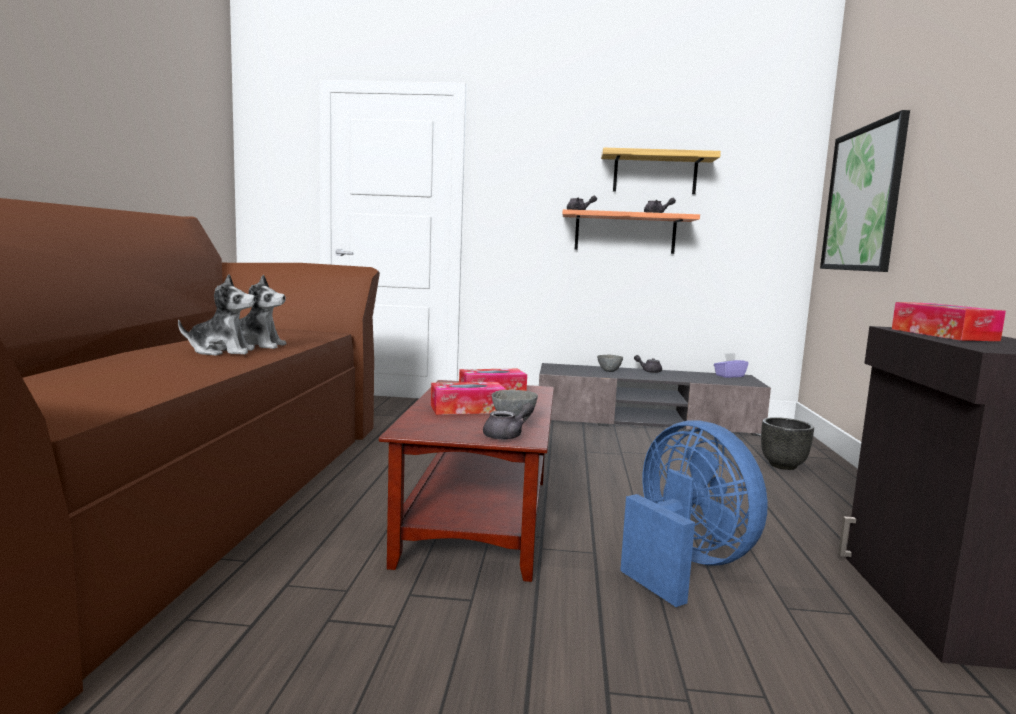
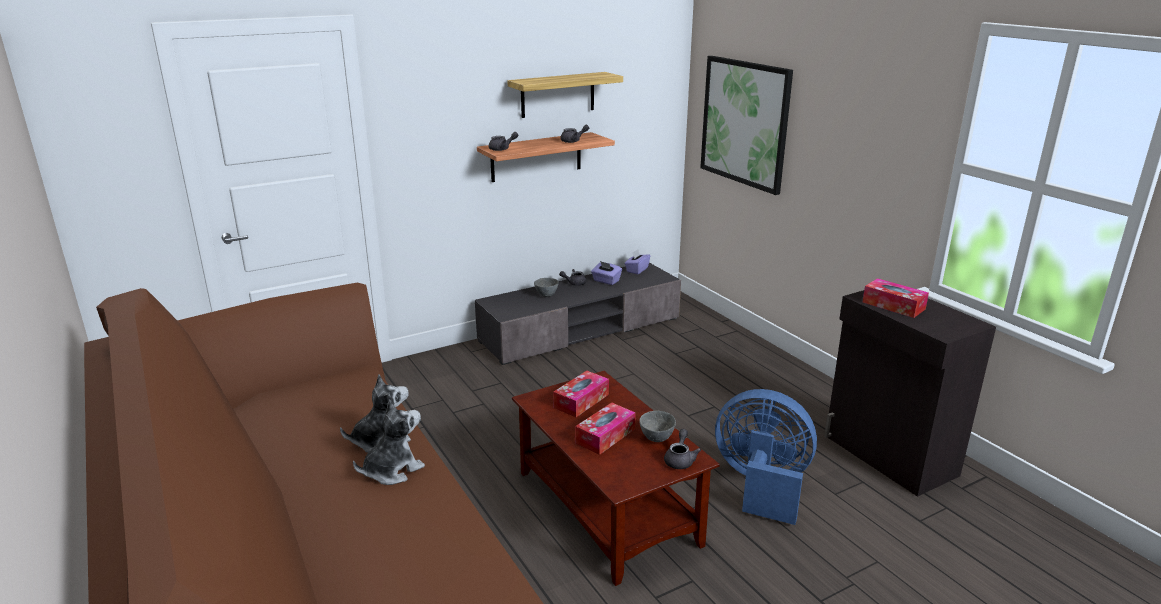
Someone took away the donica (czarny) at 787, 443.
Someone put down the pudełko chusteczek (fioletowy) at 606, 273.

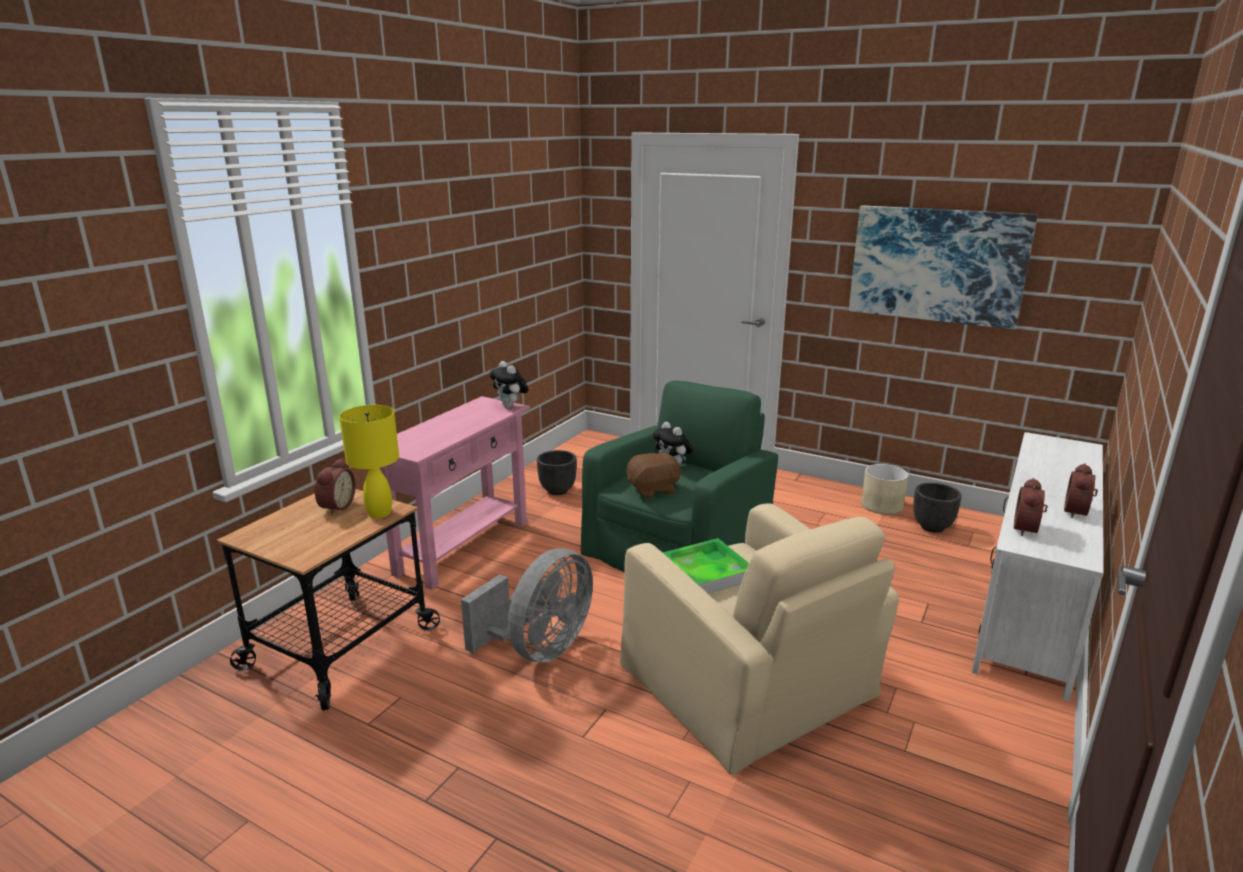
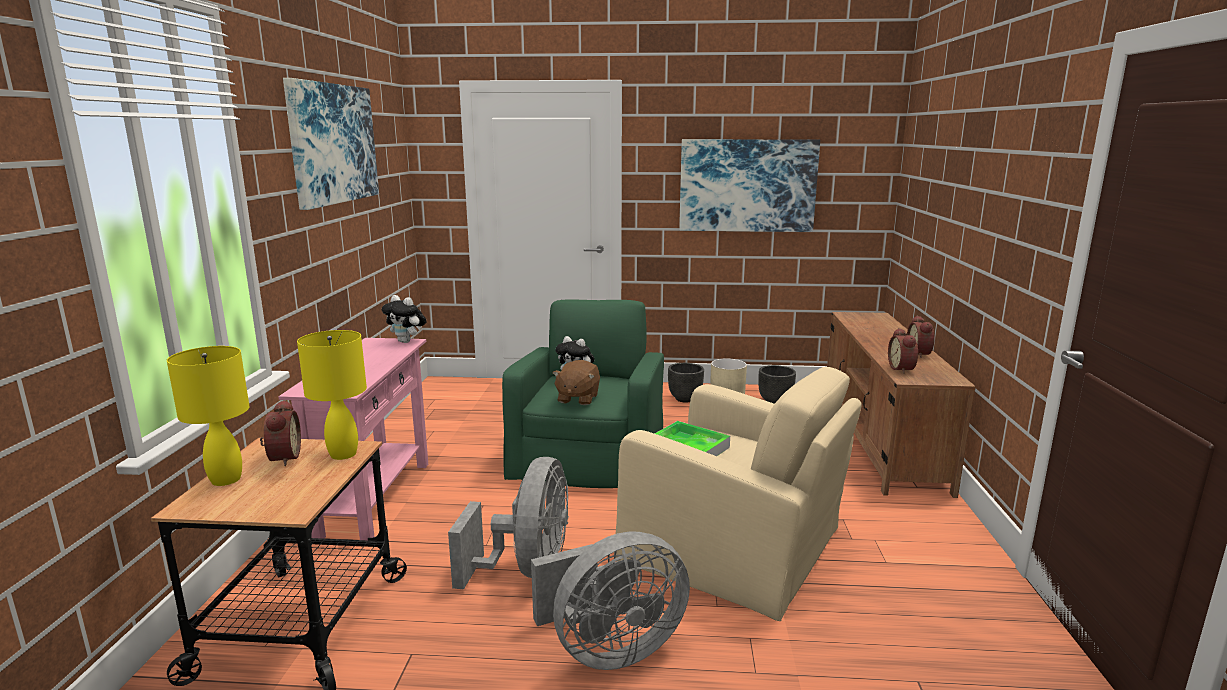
Someone repainted the szafka pod telewizor (biały) at 1038, 567, which became the szafka pod telewizor (brązowy) at 901, 405.
Someone carried the donica (czarny) from 557, 472 to 686, 383.
Someone rotated the pluszak (brązowy) at 654, 474 by 150 degrees clockwise.
Someone put up the obraz at 331, 144.
Someone put down the lampa stołowa (żółty) at 208, 416.
Someone put down the wentylator (szary) at 610, 601.

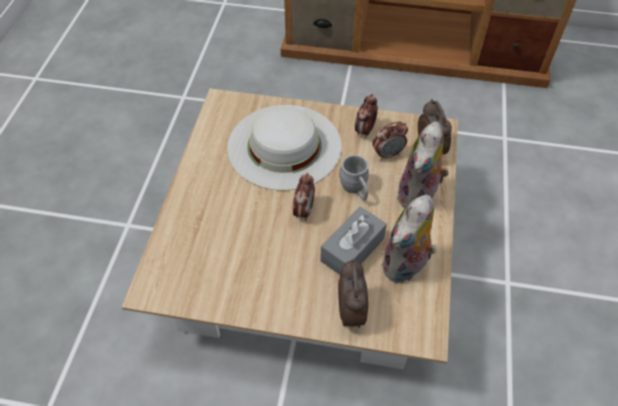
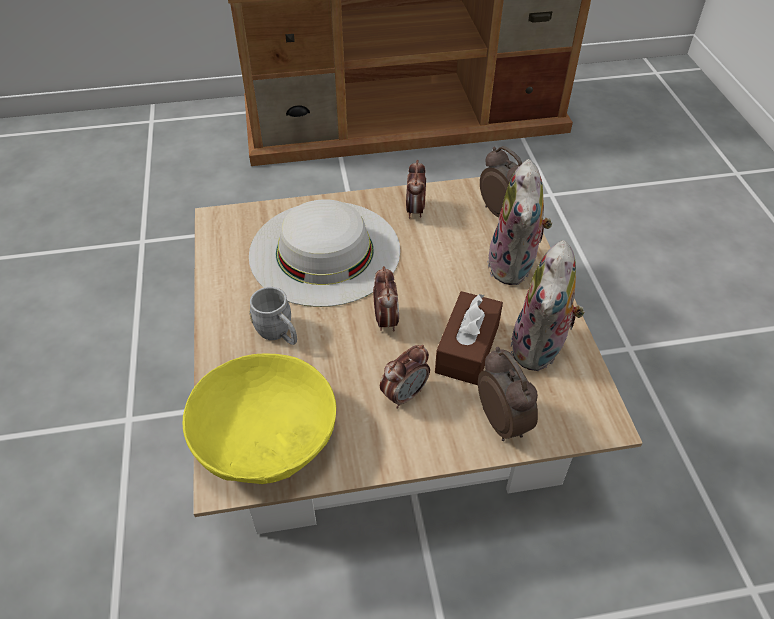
Someone carried the budzik from 390, 141 to 405, 376.
Someone carried the kubek (szary) from 354, 178 to 273, 316.
Someone repainted the pudełko chusteczek (szary) at 353, 241, which became the pudełko chusteczek (brązowy) at 469, 338.
Someone put down the miska (żółty) at 259, 418.

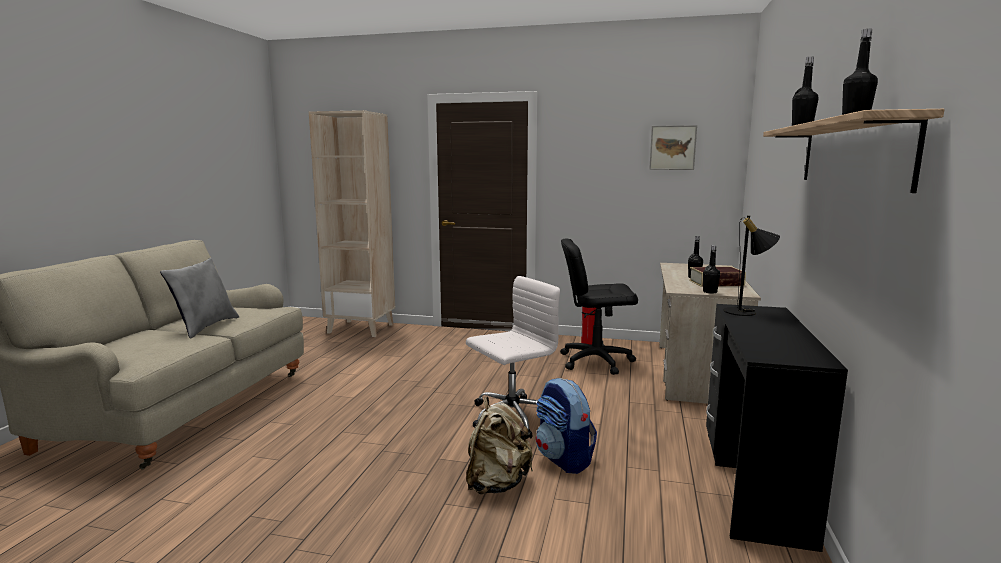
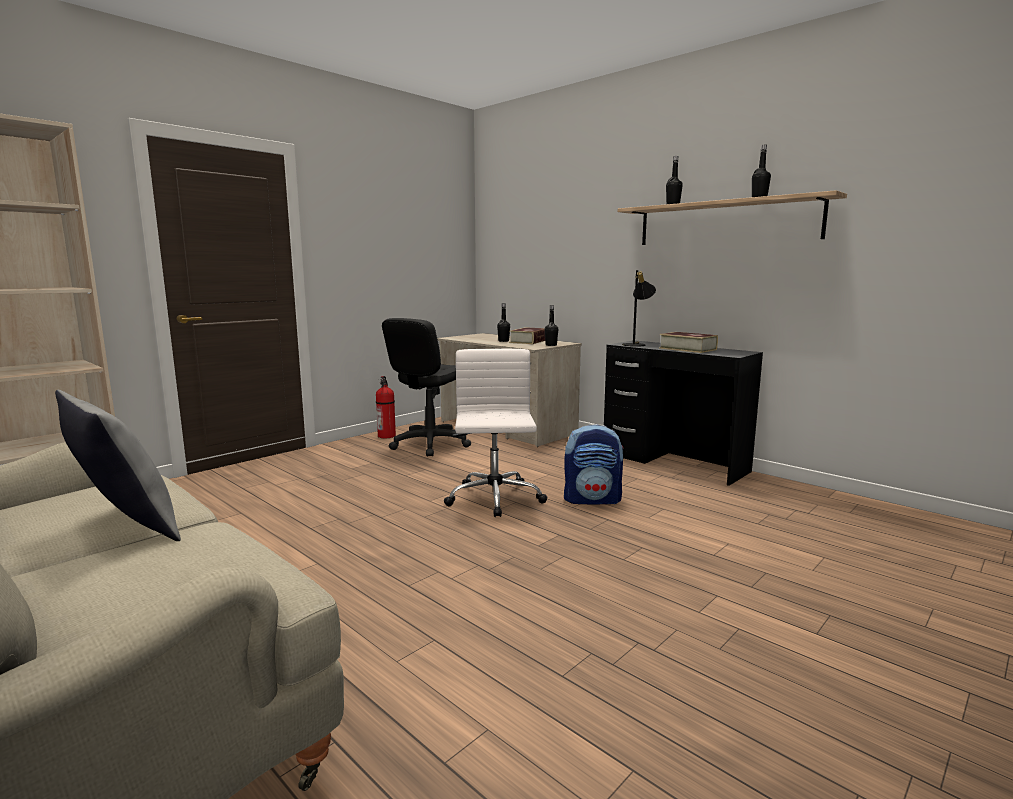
Someone took away the obraz at 673, 147.
Someone took away the plecak (beżowy) at 499, 445.
Someone put down the książka at 688, 342.

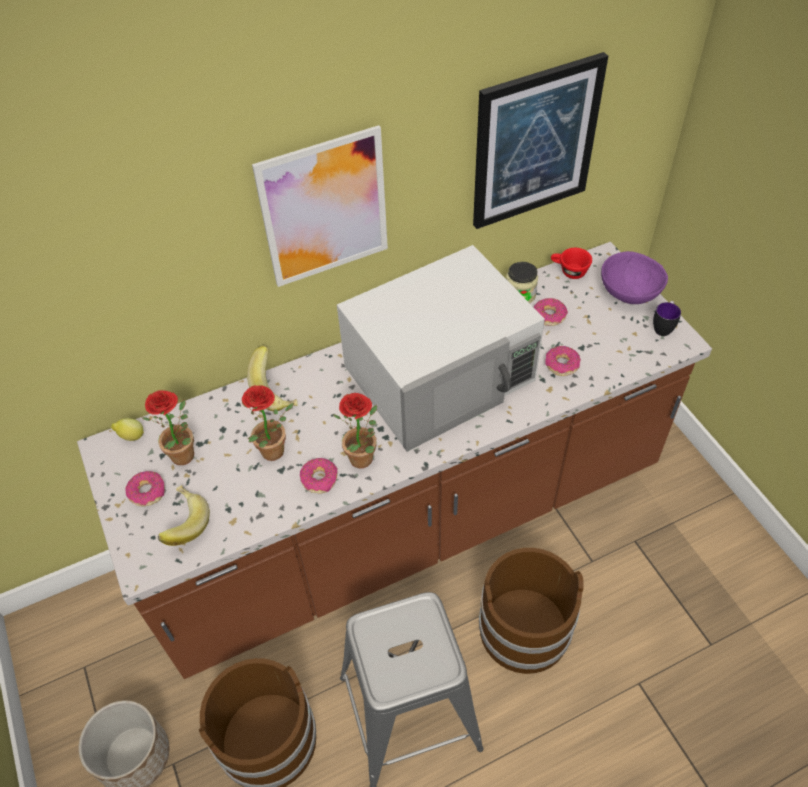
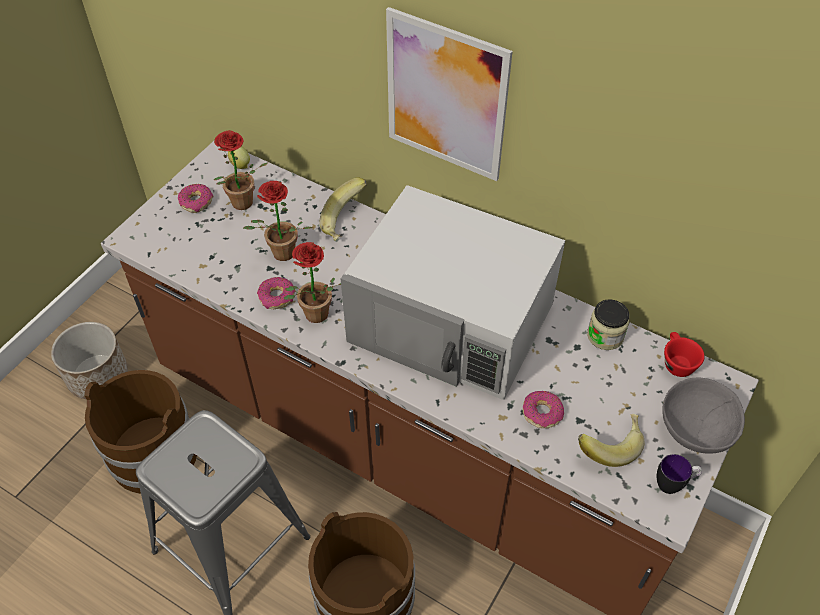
Someone took away the obraz at 540, 140.
Someone repainted the miska (fioletowy) at 634, 277, which became the miska (szary) at 703, 416.
Someone took away the donut at 551, 312.
Someone carried the banan from 184, 515 to 611, 440.

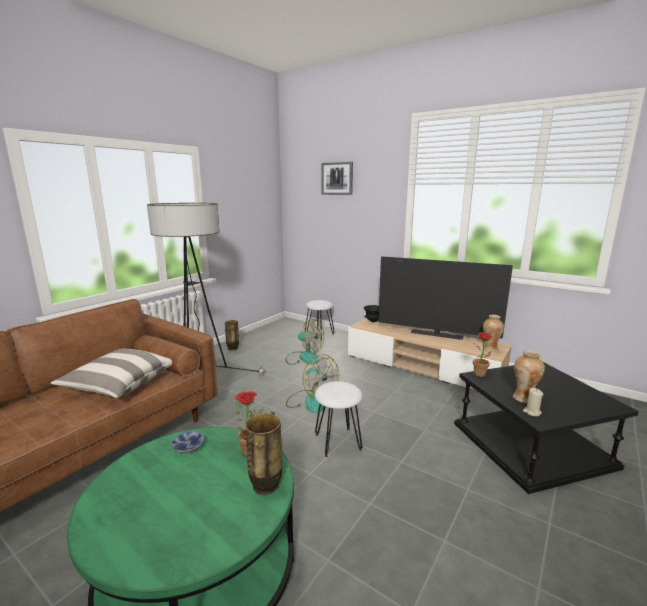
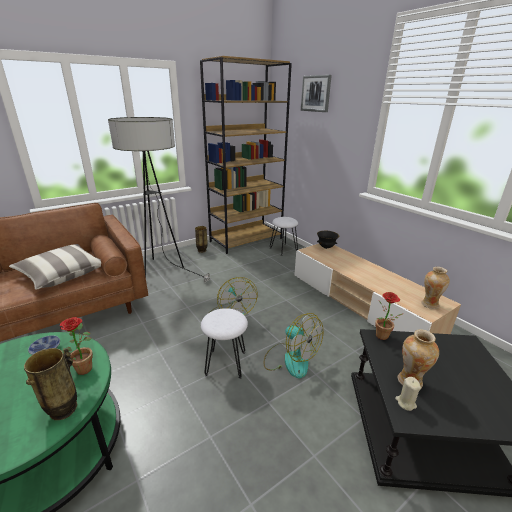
Someone took away the telewizor at 445, 298.
Someone carried the wentylator from 305, 342 to 293, 345.
Someone put down the regał (brązowy) at 246, 155.

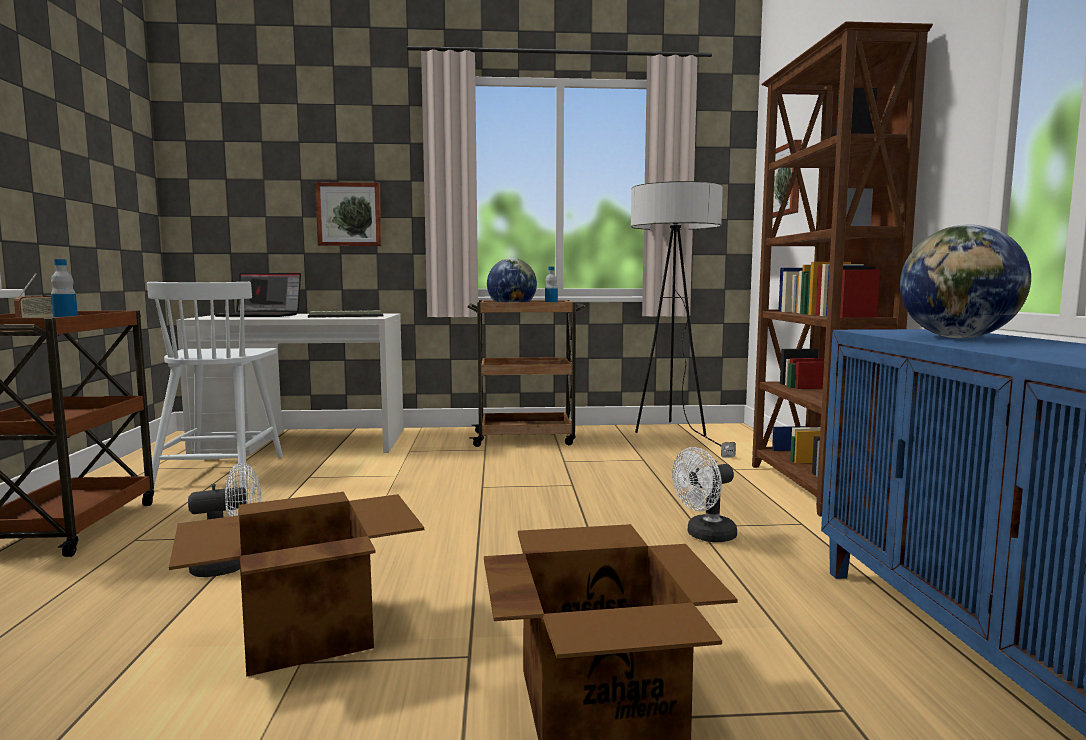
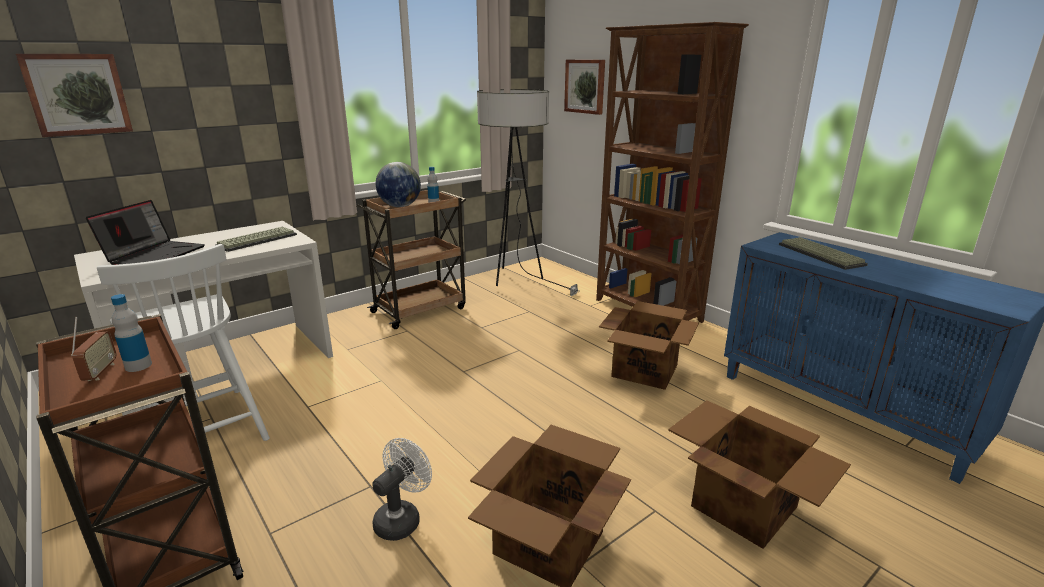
Someone carried the obraz from 348, 214 to 74, 95.
Someone swapped the globus at 965, 281 for the klawiatura at 823, 253.
Someone rotated the laptop at 257, 295 by 45 degrees counterclockwise.
Someone swapped the wentylator (biały) at 704, 494 for the karton at 649, 345.

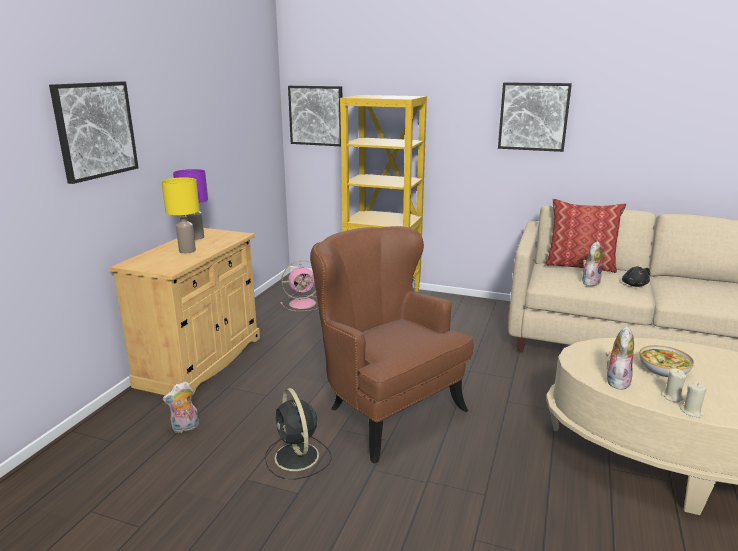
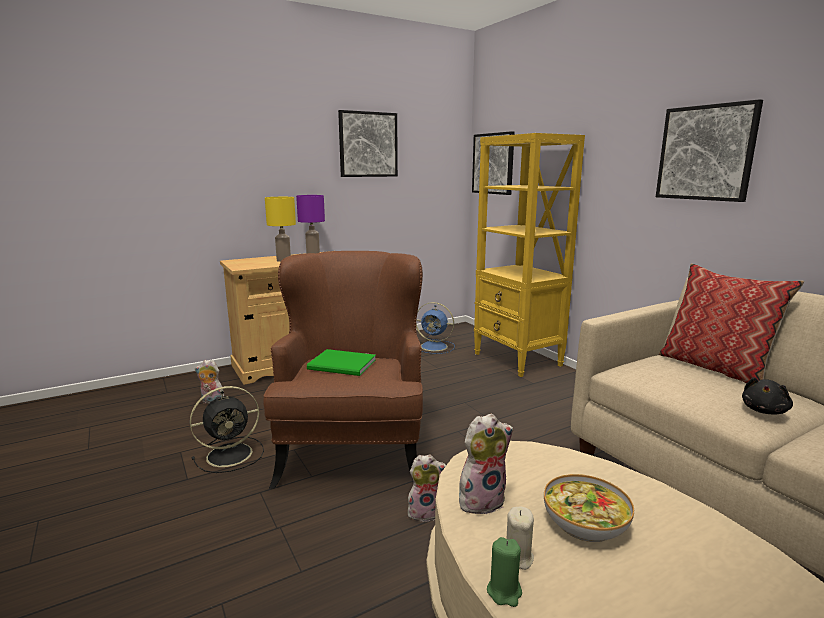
Someone carried the obraz from 93, 133 to 368, 143.
Someone carried the pluszak from 592, 263 to 427, 488.
Someone repainted the wentylator (różowy) at 299, 285, which became the wentylator (niebieski) at 435, 328.
Someone repainted the świeca (beżowy) at 693, 400, which became the świeca (zielony) at 504, 572.
Someone rotated the wentylator (czarny) at 298, 433 by 135 degrees counterclockwise.
Someone put down the książka (zielony) at 341, 362.

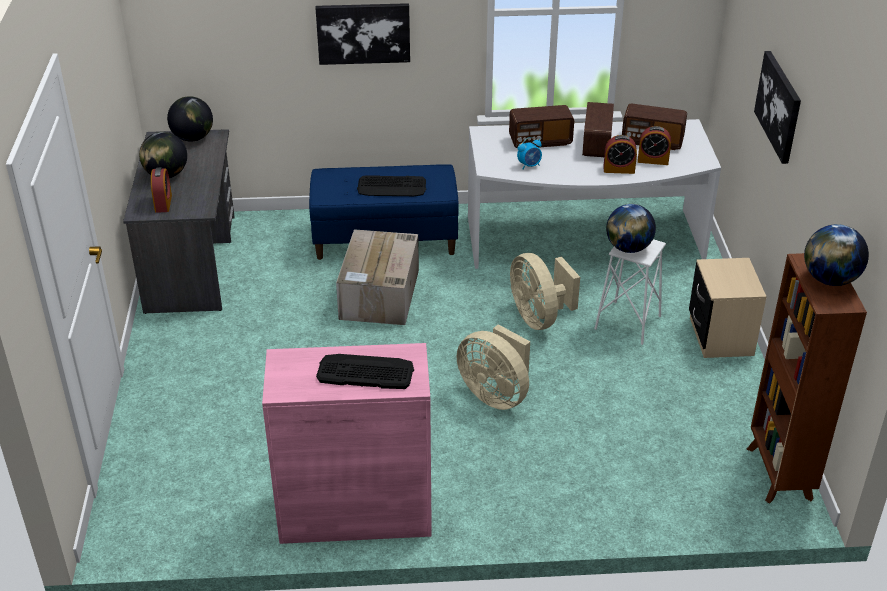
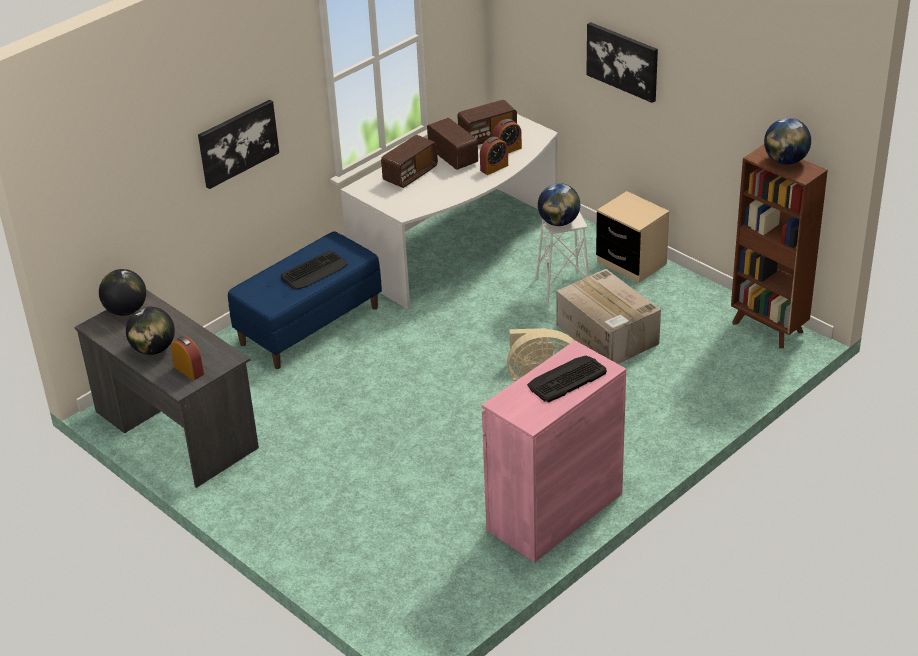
Someone took away the budzik at 529, 153.
Someone carried the karton from 377, 277 to 608, 316.
Someone took away the wentylator (beżowy) at 545, 291.

